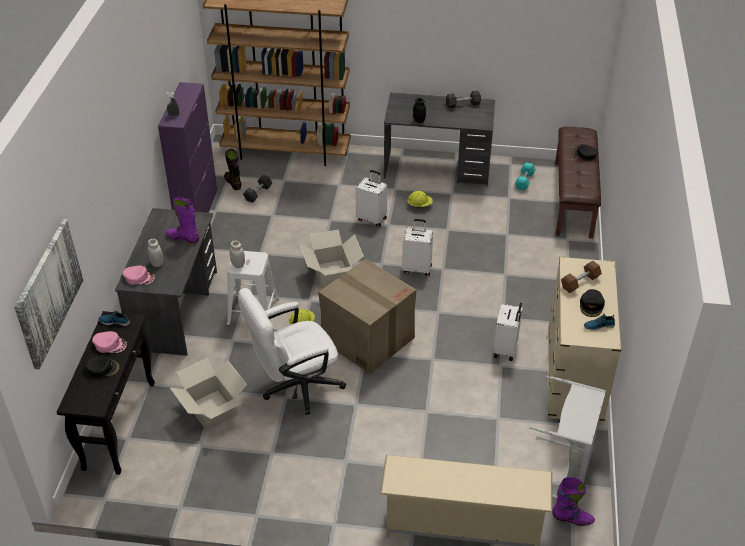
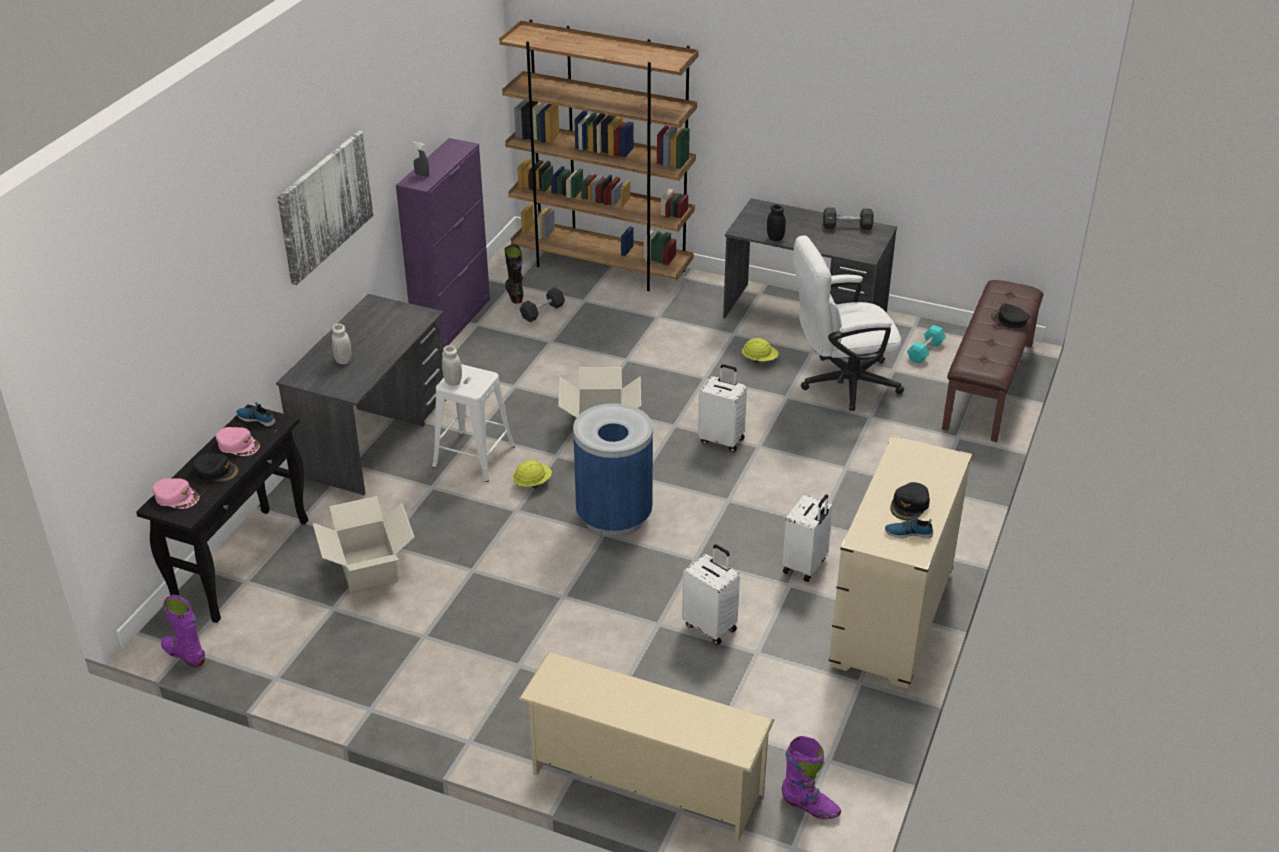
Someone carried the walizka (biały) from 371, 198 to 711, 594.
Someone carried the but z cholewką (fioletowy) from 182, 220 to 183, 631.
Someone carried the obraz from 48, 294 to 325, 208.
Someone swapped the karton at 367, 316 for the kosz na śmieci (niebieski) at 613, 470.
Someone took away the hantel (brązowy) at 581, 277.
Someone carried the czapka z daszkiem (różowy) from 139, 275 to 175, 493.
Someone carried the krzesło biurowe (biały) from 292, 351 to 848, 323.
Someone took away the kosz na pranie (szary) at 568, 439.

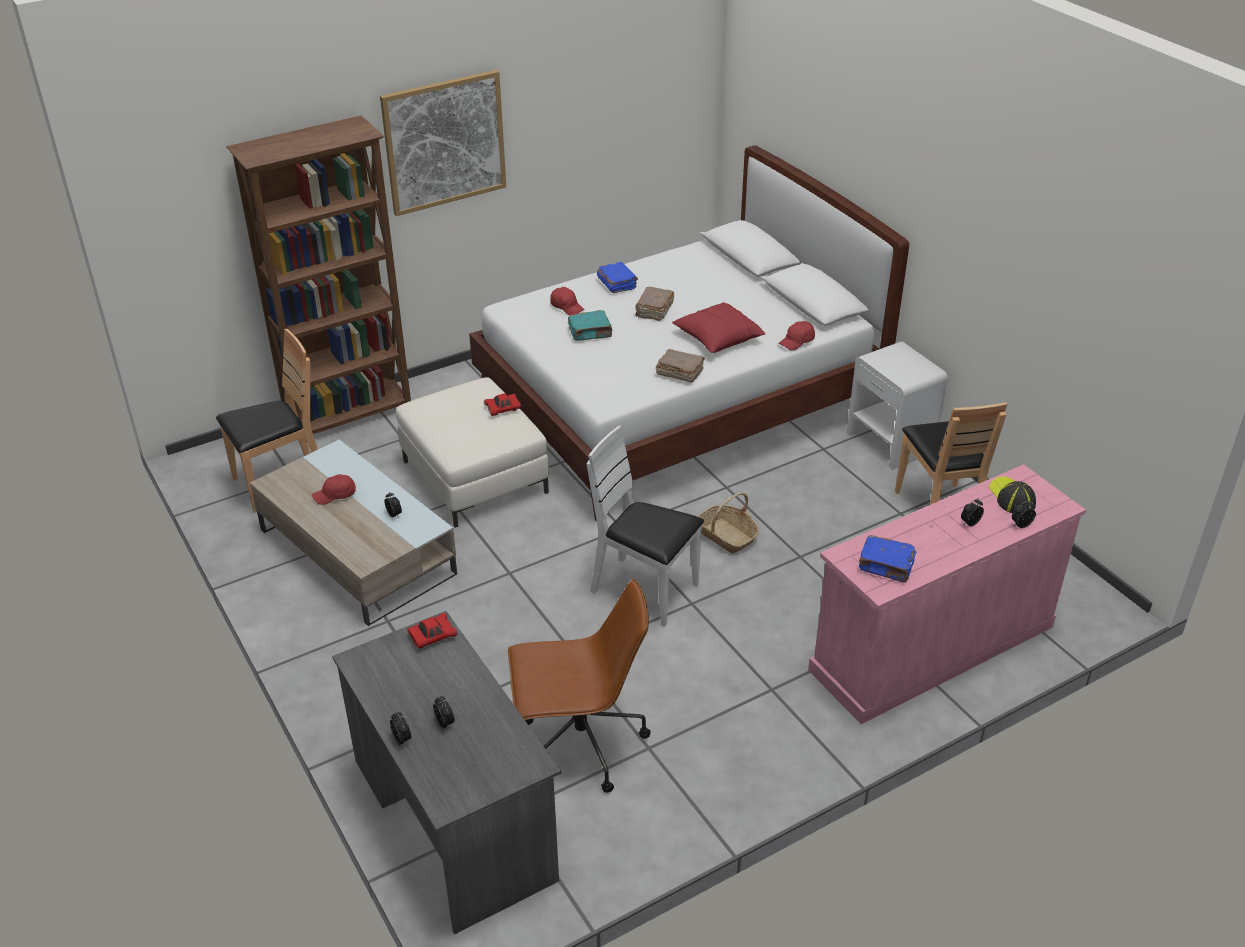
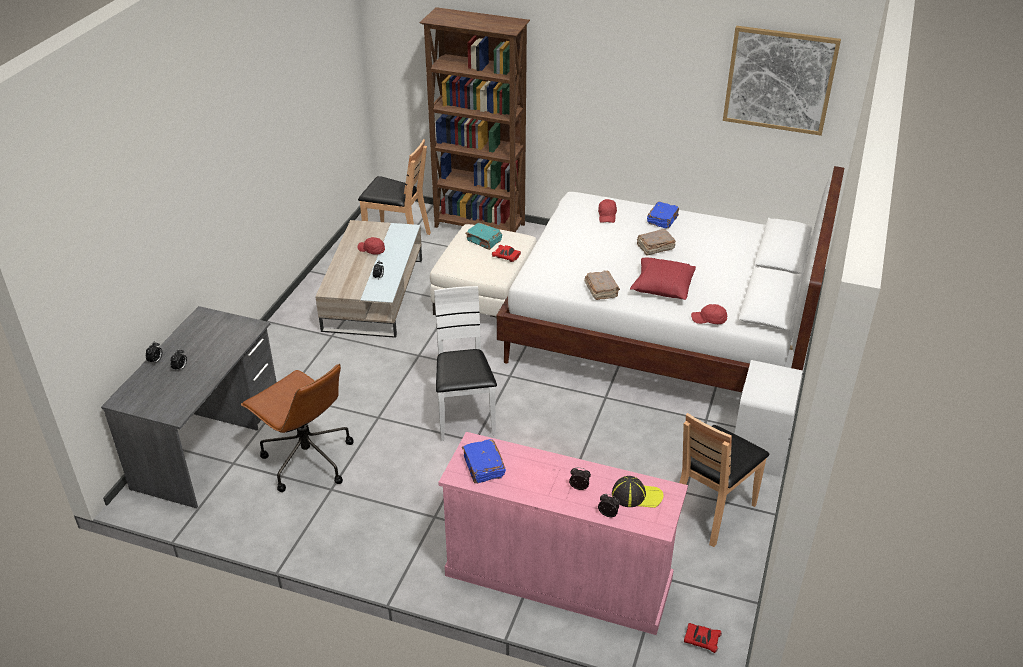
Someone carried the obraz from 443, 143 to 782, 81.
Someone carried the książka (turkusowy) from 590, 325 to 483, 236.
Someone rotated the czapka z daszkiem at 1012, 495 by 60 degrees clockwise.
Someone took away the koszyk at 728, 522.
Someone carried the samochodzik (czerwony) from 432, 631 to 703, 638.

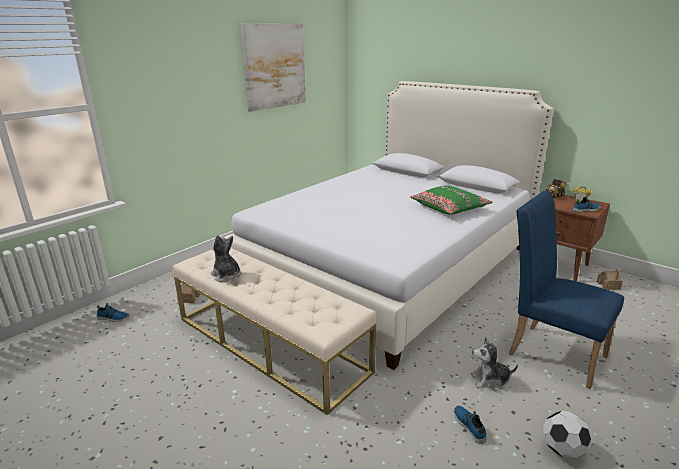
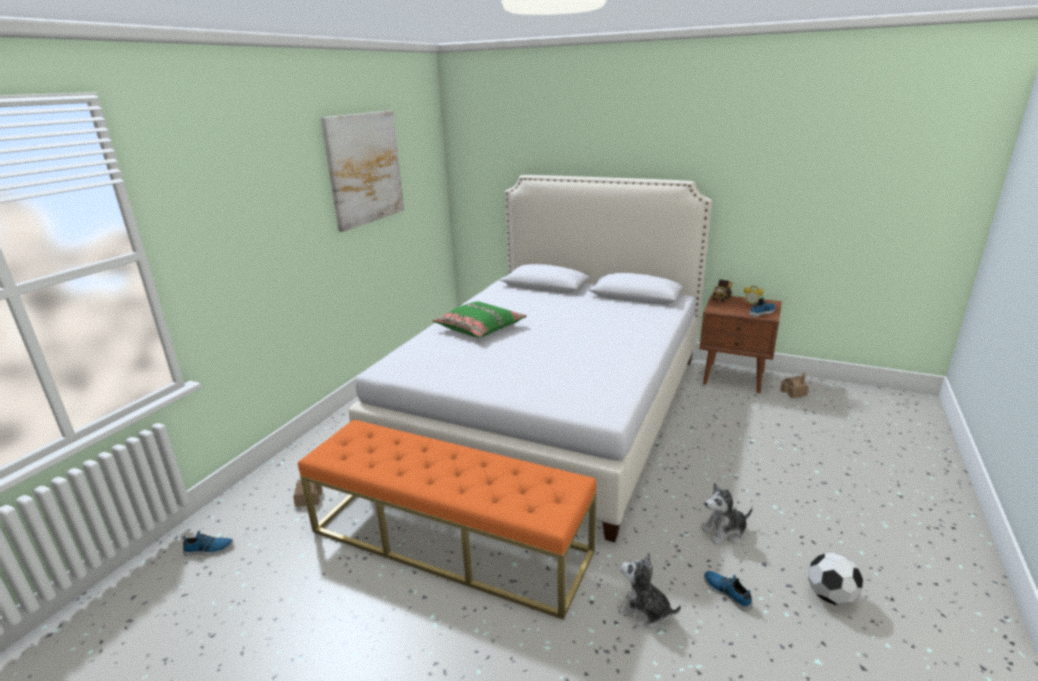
Someone carried the poduszka (zielony) from 451, 200 to 479, 319.
Someone took away the krzesło (niebieski) at 566, 290.
Someone carried the pluszak from 225, 258 to 649, 590.
Someone repainted the ławka (beżowy) at 274, 331, which became the ławka (pomarańczowy) at 447, 519.

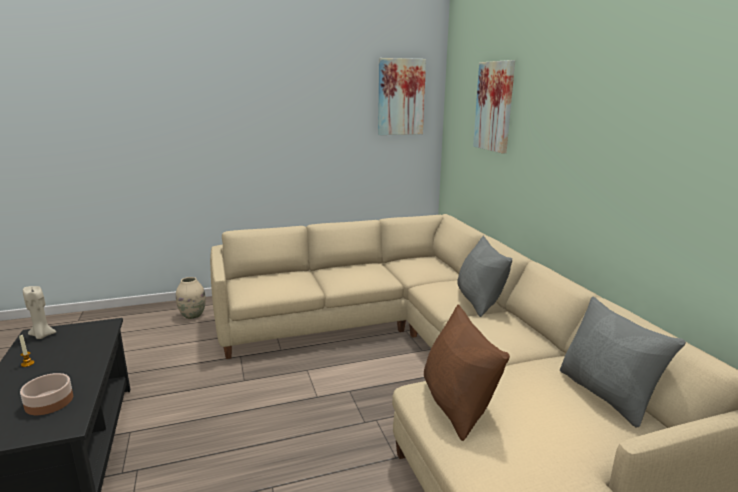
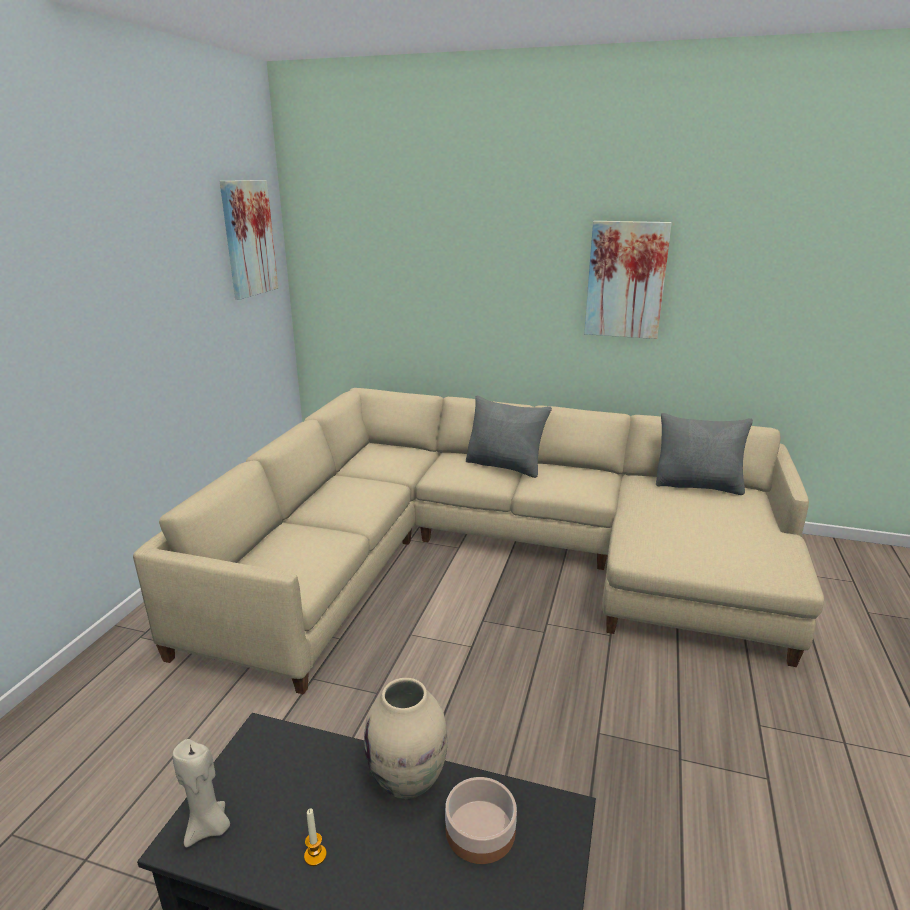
Someone carried the obraz from 494, 107 to 628, 280.
Someone carried the wazon (beżowy) from 191, 298 to 406, 738.
Someone took away the poduszka (brązowy) at 467, 372.

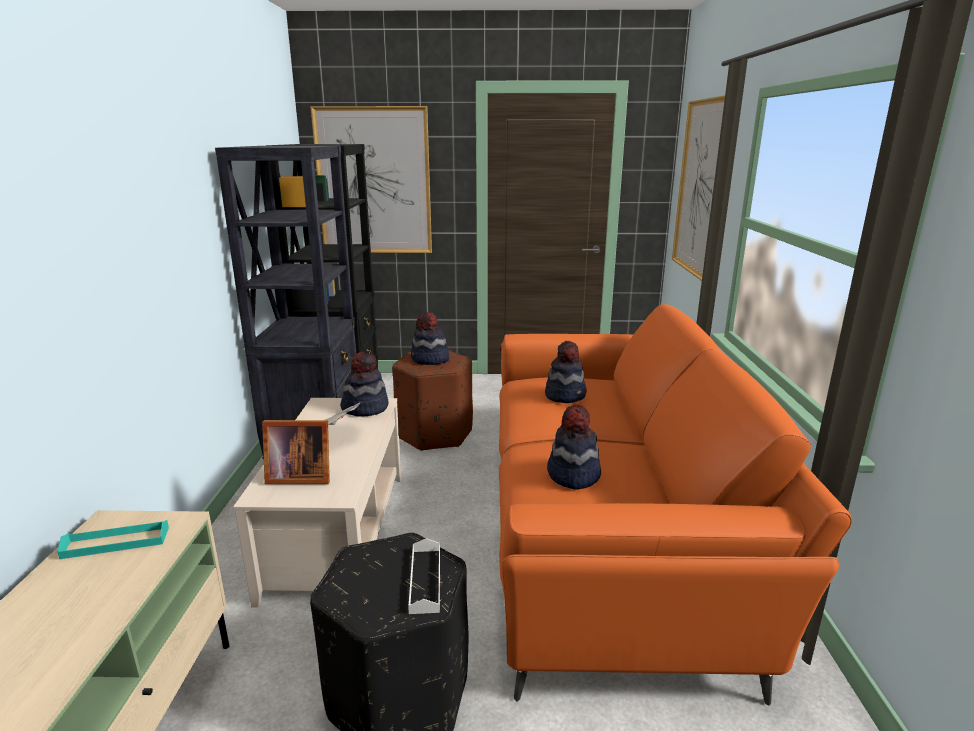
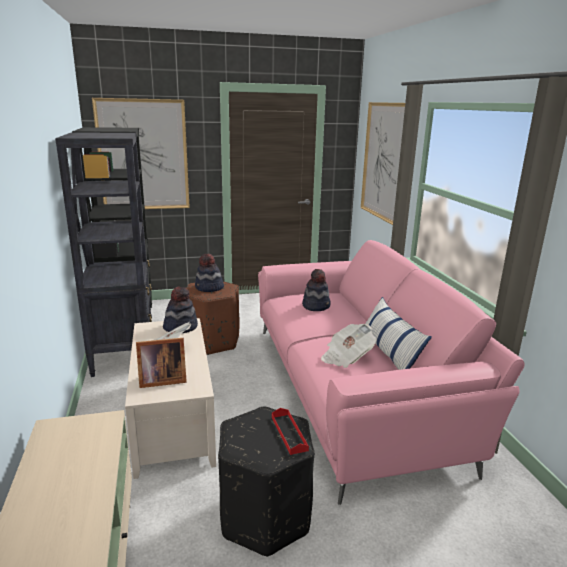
Someone repainted the kanapa (pomarańczowy) at 675, 505, which became the kanapa (różowy) at 391, 372.
Someone swapped the kapelusz at 574, 447 for the gazeta at 348, 346.
Someone took away the taca (turkusowy) at 113, 539.
Someone repainted the taca (biały) at 424, 576, which became the taca (czerwony) at 290, 431.
Someone put down the poduszka at 398, 333.

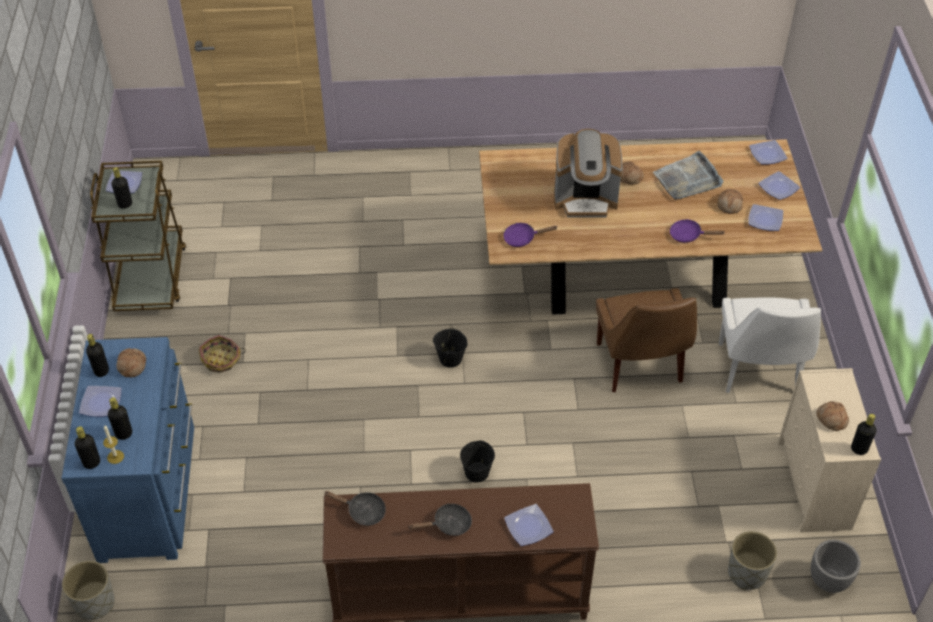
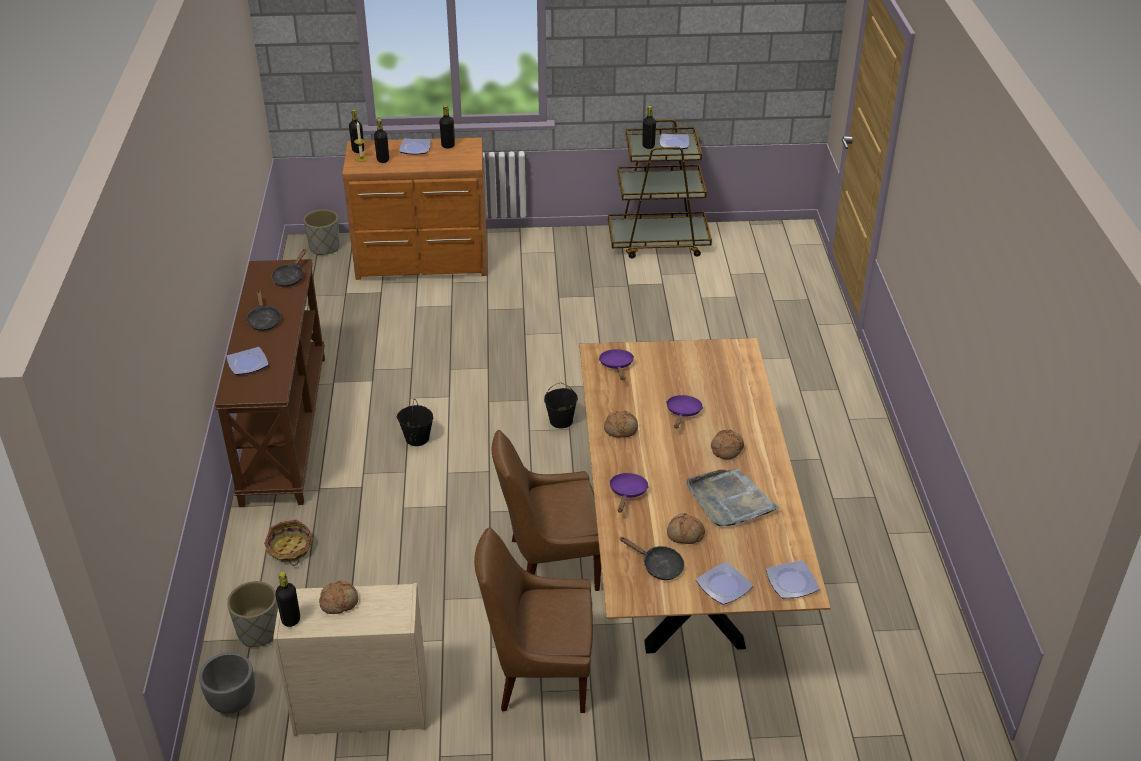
Someone swapped the ekspres do kawy at 588, 173 for the patelnia (fioletowy) at 684, 412.
Someone swapped the talerz at 765, 217 for the patelnia (czarny) at 652, 558.
Someone repainted the krzesło (biały) at 770, 345, which became the krzesło (brązowy) at 533, 620.
Someone carried the koszyk from 222, 354 to 289, 543.
Someone repainted the komoda (niebieski) at 127, 450, which became the komoda (brązowy) at 414, 208.
Someone carried the chleb from 131, 363 to 621, 423.

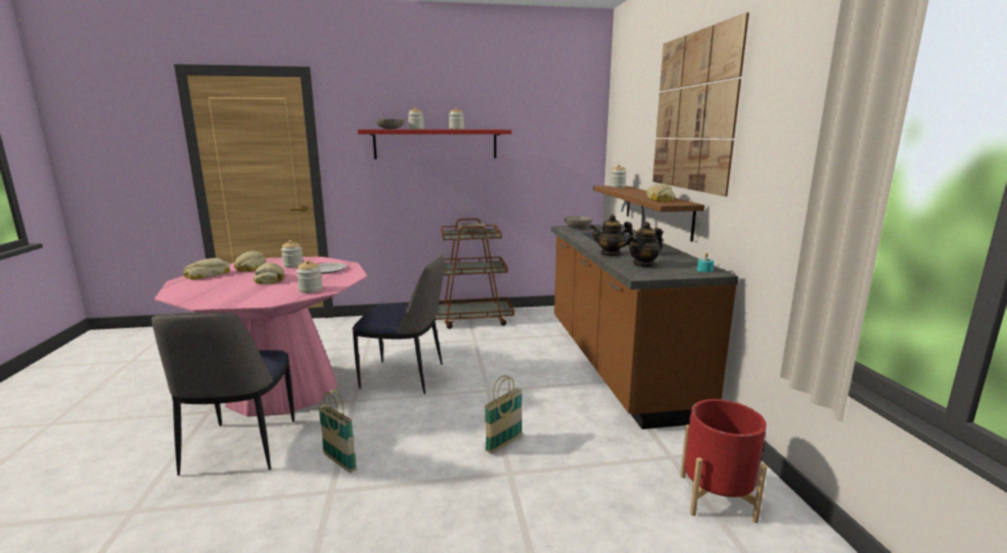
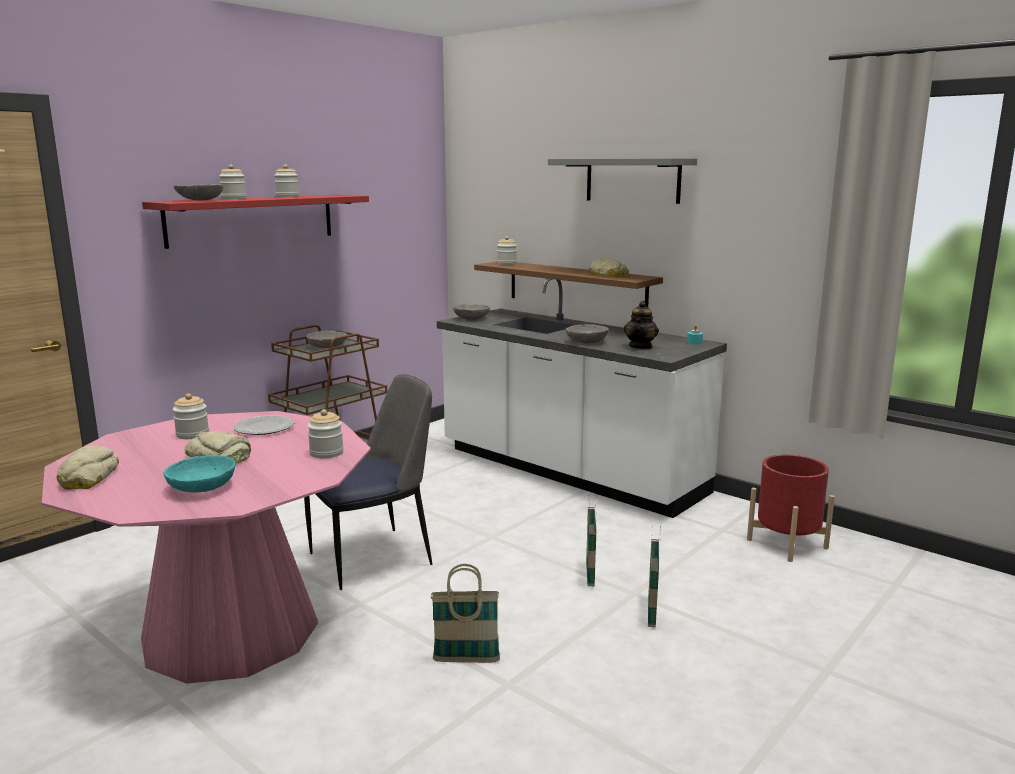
Someone swapped the obraz at 700, 104 for the półka (szary) at 622, 181.
Someone repainted the zabudowa kuchenna (brązowy) at 645, 315, which became the zabudowa kuchenna (biały) at 582, 398.
Someone swapped the imbryk at 612, 235 for the miska (szary) at 587, 333.
Someone took away the chleb at 250, 261.
Someone took away the krzesło at 223, 394.
Someone put down the miska (turkusowy) at 199, 473.
Someone put down the koszyk at 654, 576.

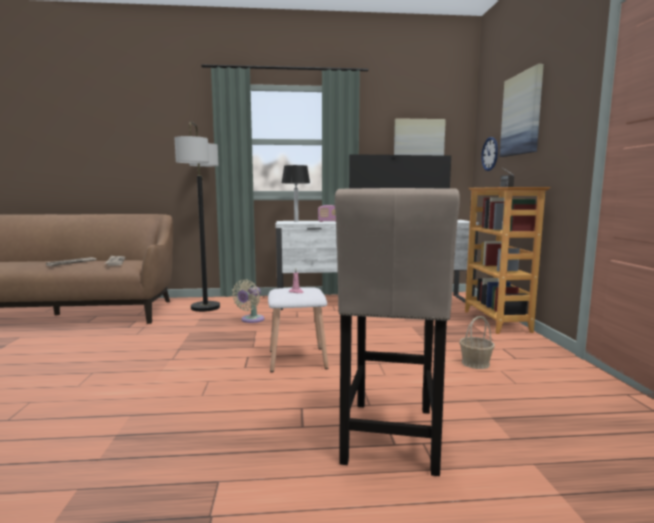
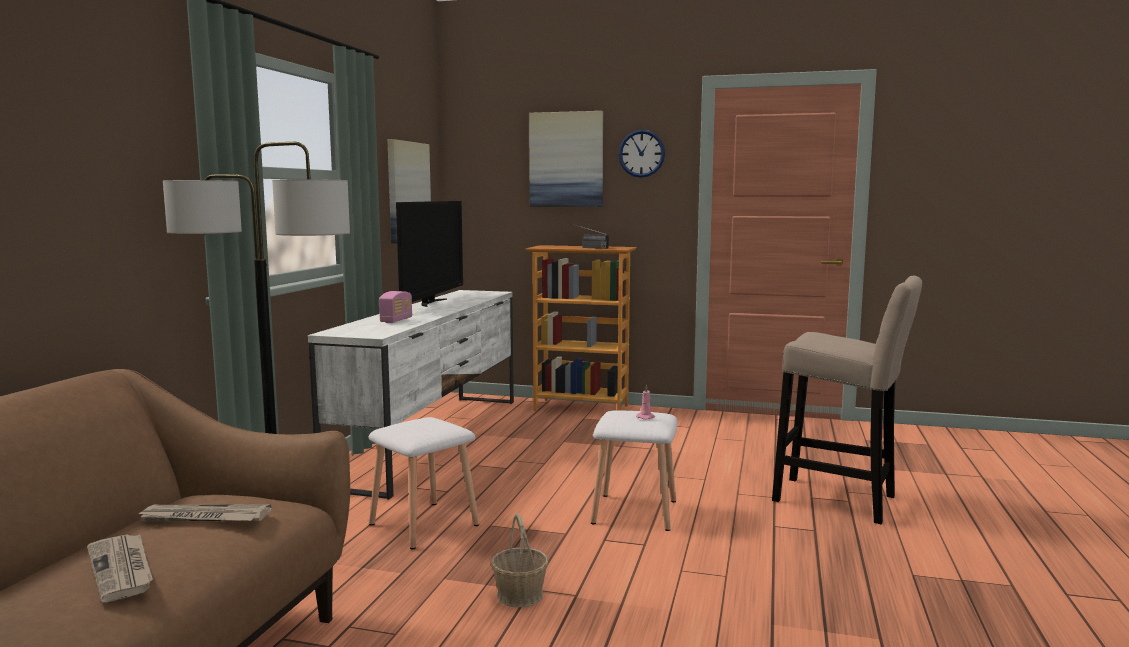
Someone carried the zegar ścienny from 489, 154 to 641, 154.
Someone took away the lampa stołowa at 296, 193.
Someone swapped the wentylator (beżowy) at 248, 301 for the stołek (biały) at 424, 483.
Someone carried the koszyk from 477, 342 to 519, 560.

